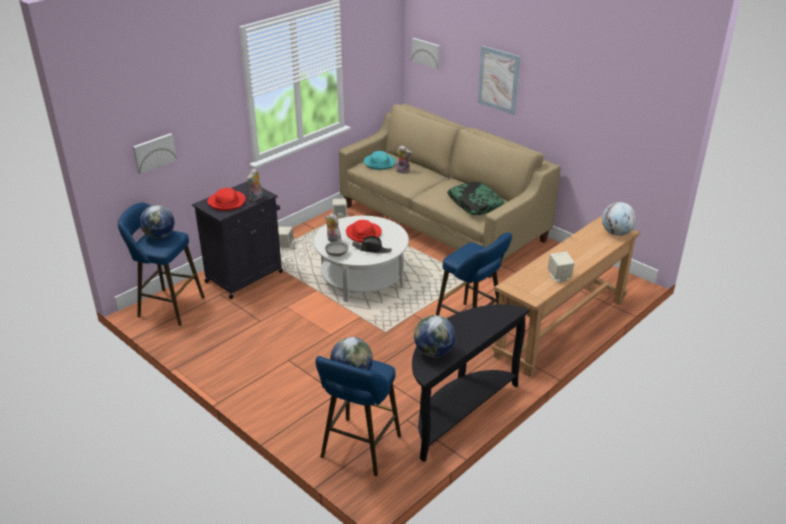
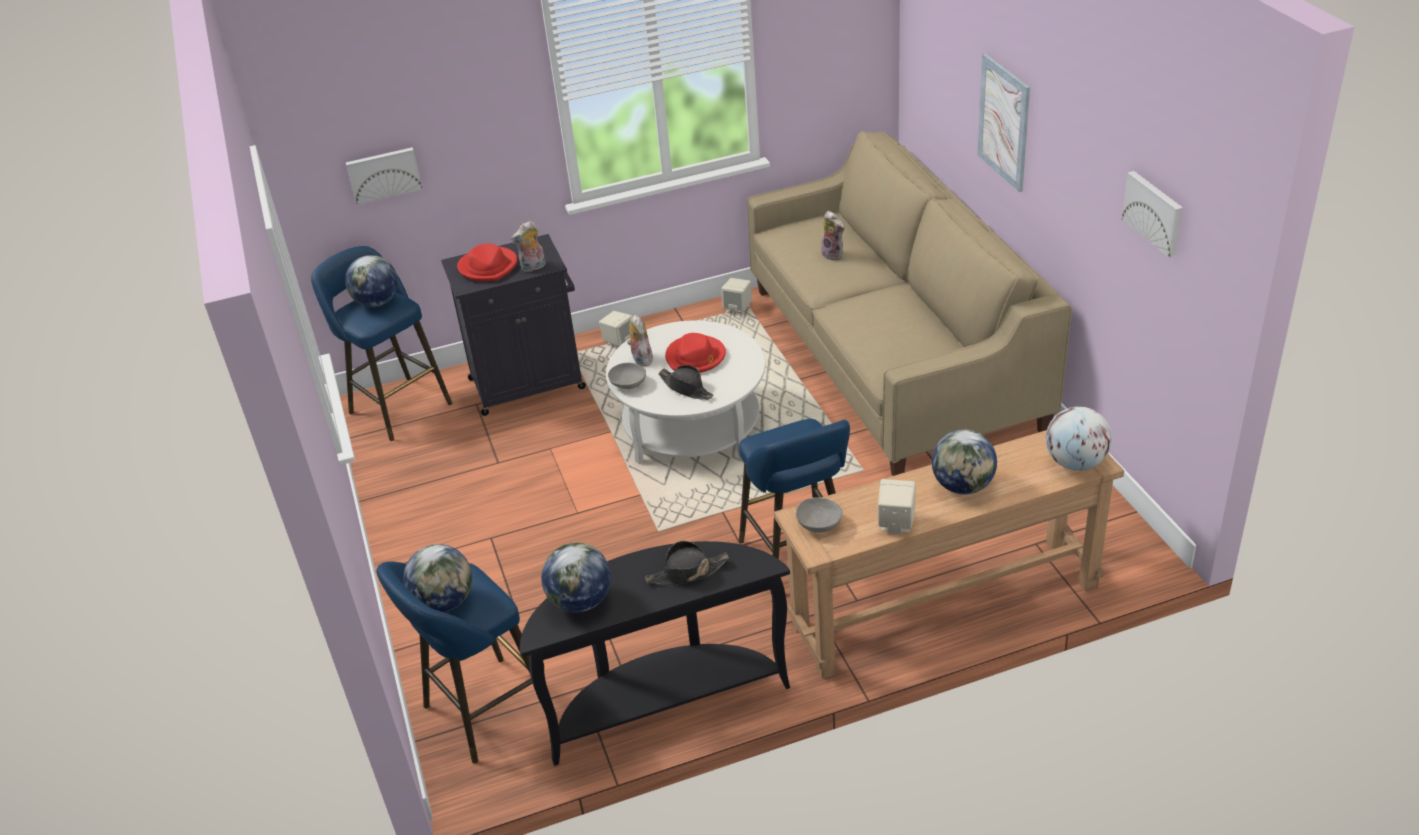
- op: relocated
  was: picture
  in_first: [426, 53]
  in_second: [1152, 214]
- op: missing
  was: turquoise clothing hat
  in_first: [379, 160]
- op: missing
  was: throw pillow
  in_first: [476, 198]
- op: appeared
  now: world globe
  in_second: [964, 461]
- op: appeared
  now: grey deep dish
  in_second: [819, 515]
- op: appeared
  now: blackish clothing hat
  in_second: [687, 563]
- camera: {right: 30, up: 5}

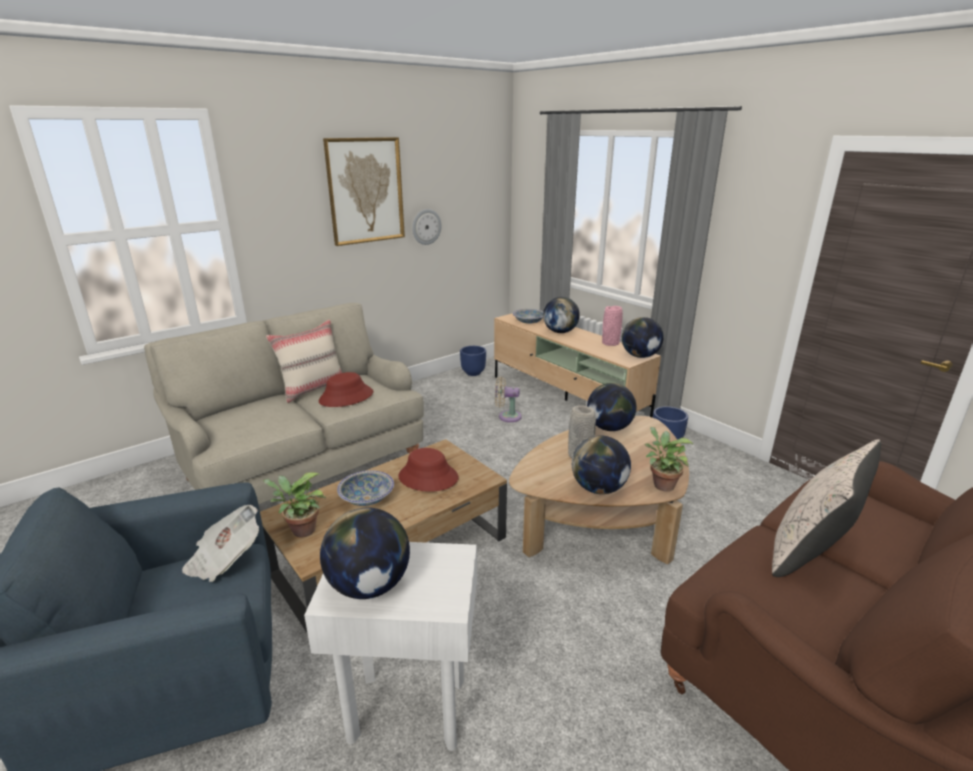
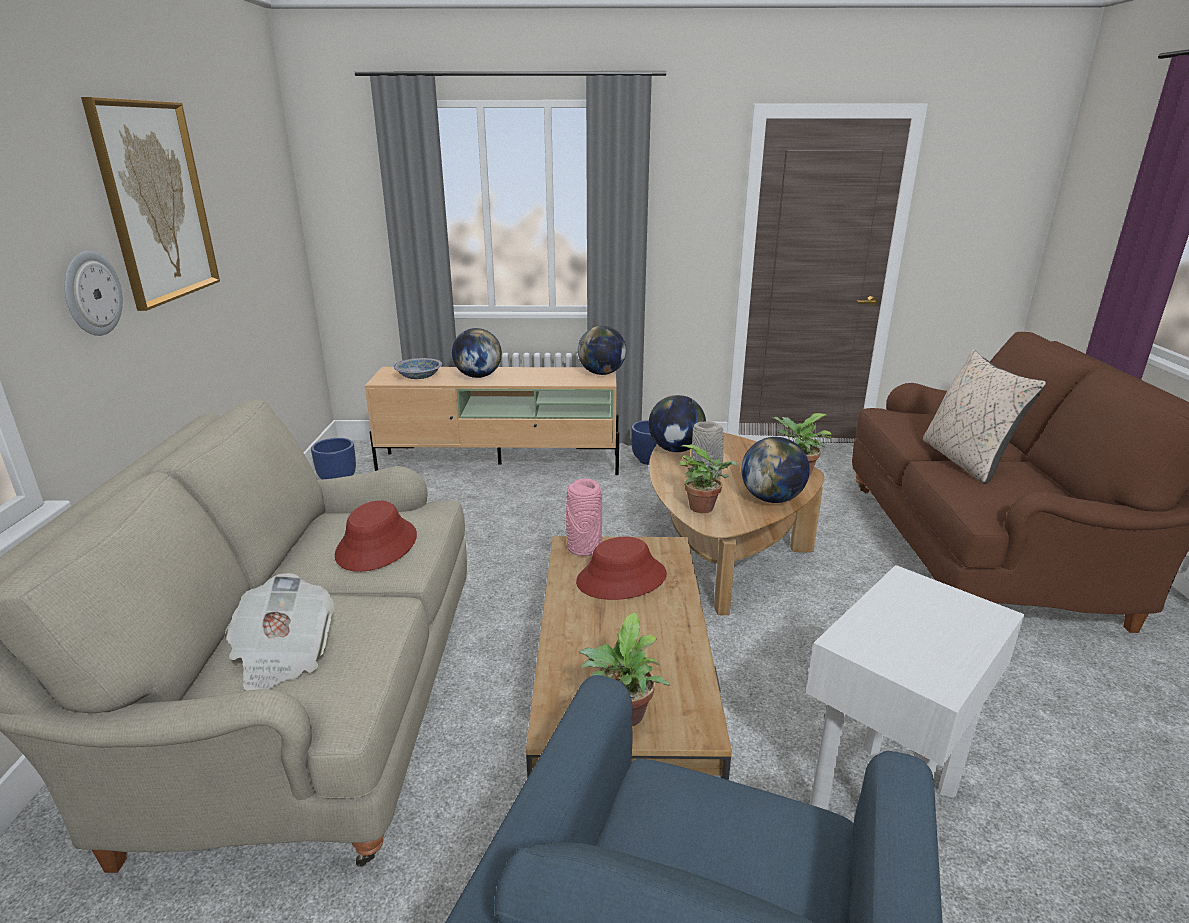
- op: relocated
  was: hanging clock
  in_first: [427, 227]
  in_second: [93, 293]
- op: relocated
  was: pink flower vase
  in_first: [612, 326]
  in_second: [584, 517]
- op: missing
  was: sand-coloured throw pillow
  in_first: [304, 361]
- op: missing
  was: sand-coloured cooling fan
  in_first: [508, 399]
- op: missing
  was: deep dish
  in_first: [365, 488]
- op: relocated
  was: daily paper
  in_first: [220, 543]
  in_second: [280, 632]
- op: missing
  was: world globe
  in_first: [365, 553]
- op: appeared
  now: potted plant
  in_second: [708, 478]
- camera: {right: -50, up: 0}

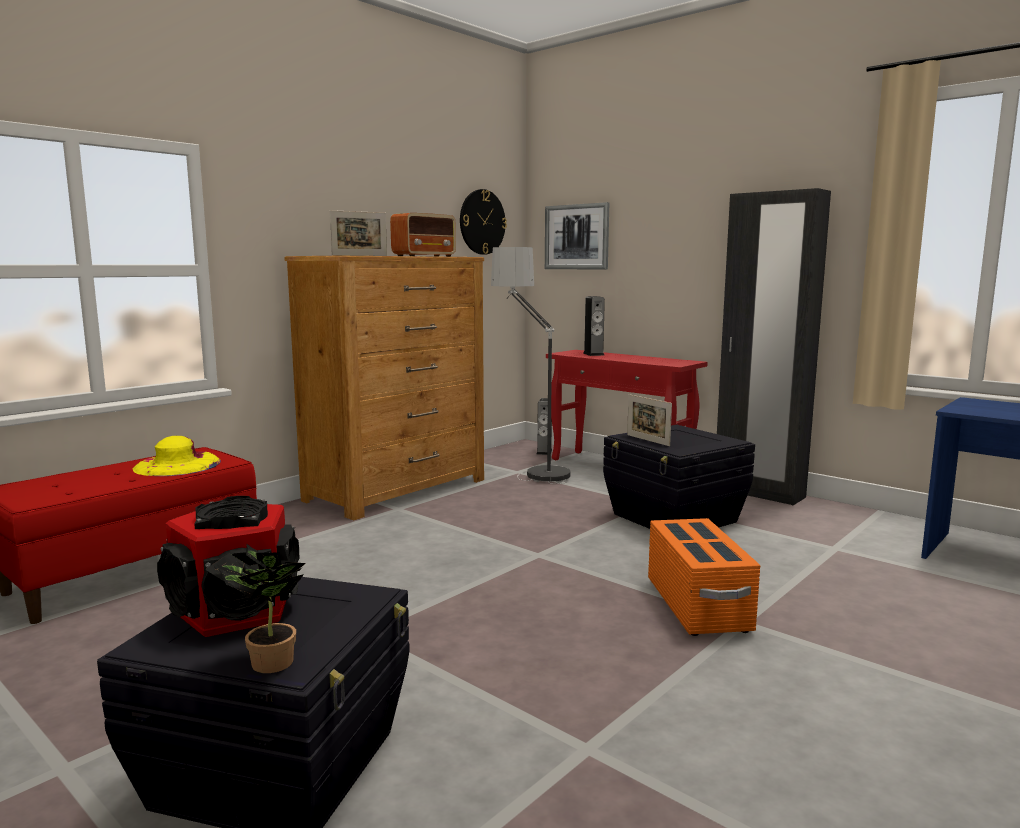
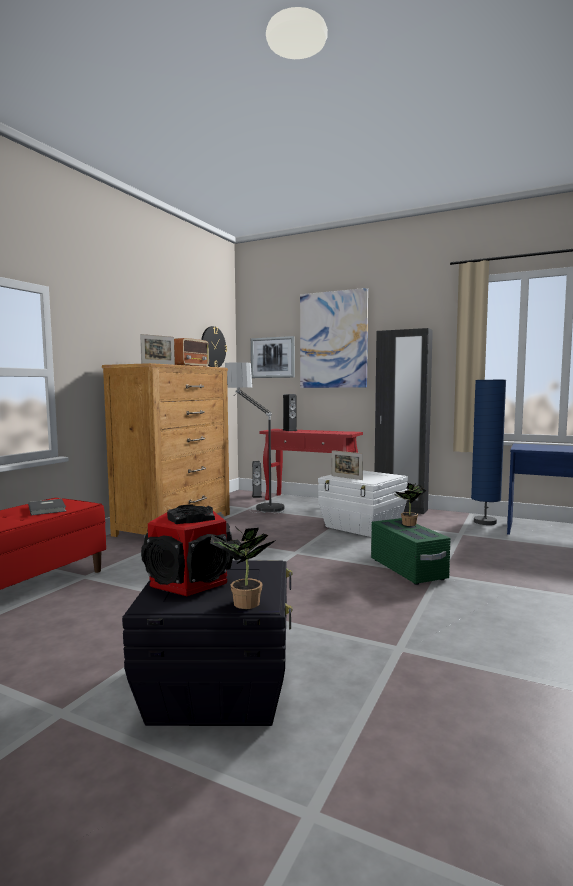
- op: colour
  was: blackish storage bin
  now: whitish storage bin
  in_first: [679, 477]
  in_second: [363, 504]
- op: exchanged
  was: yellow-coloured clothing hat
  now: grey book
  in_first: [176, 456]
  in_second: [47, 507]
- op: colour
  was: orangey storage bin
  now: green storage bin
  in_first: [704, 577]
  in_second: [411, 551]
- op: appeared
  now: picture
  in_second: [334, 338]
- op: appeared
  now: bluish standard lamp
  in_second: [488, 452]
- op: appeared
  now: potted plant
  in_second: [410, 504]
- camera: {right: -15, up: -5}

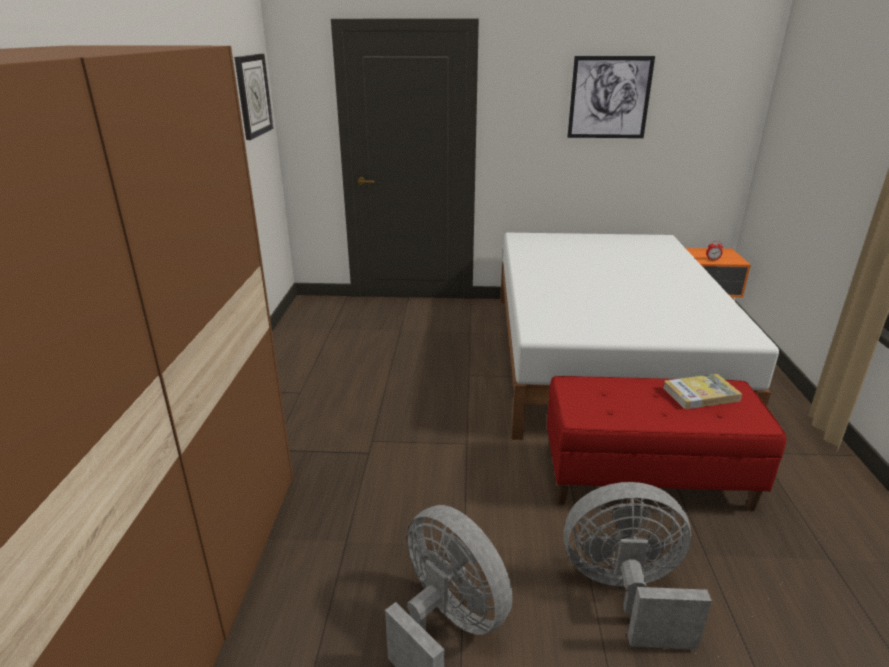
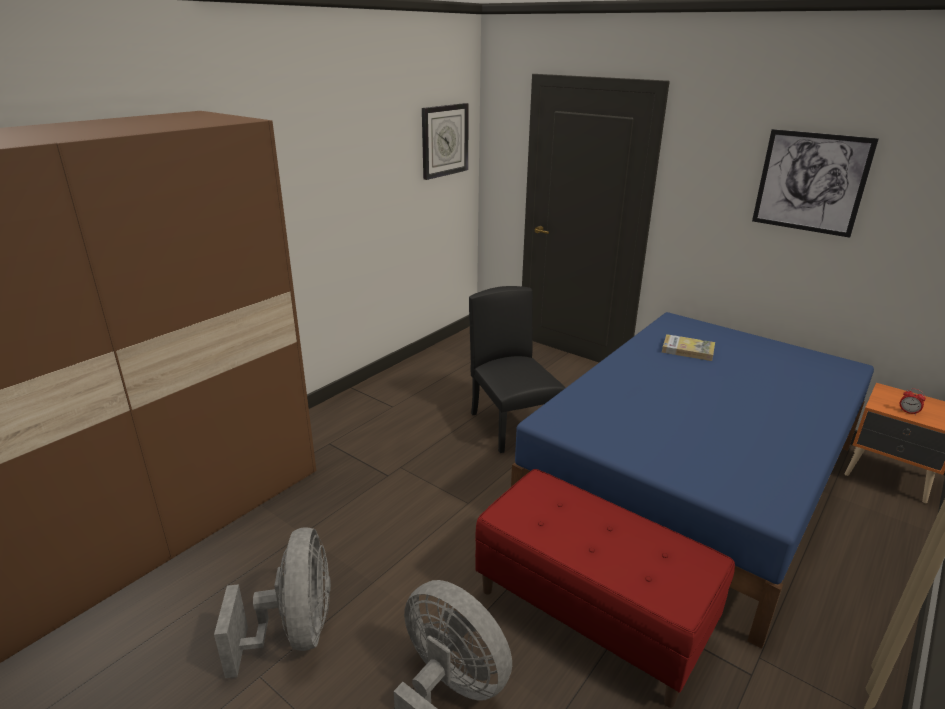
- op: colour
  was: whitish bedroom bed
  now: bluish bedroom bed
  in_first: [639, 336]
  in_second: [692, 480]
- op: relocated
  was: book
  in_first: [702, 391]
  in_second: [688, 347]
- op: appeared
  now: blackish chair
  in_second: [517, 369]
- camera: {right: 35, up: 0}

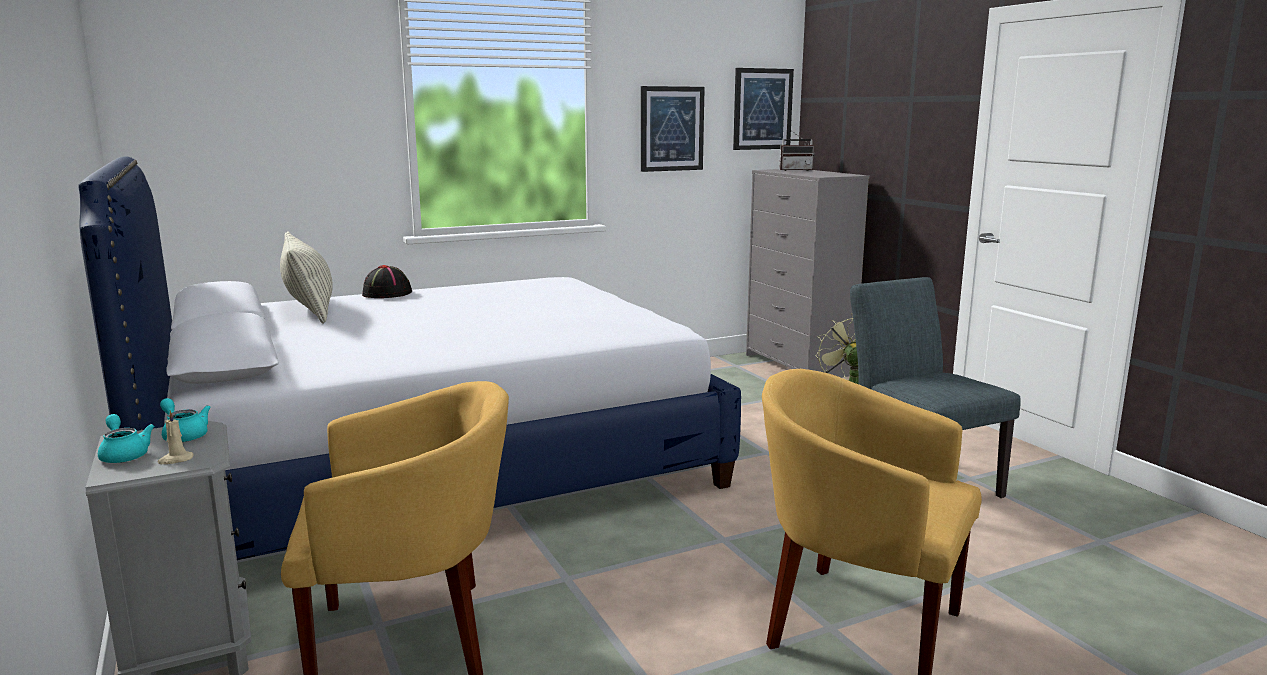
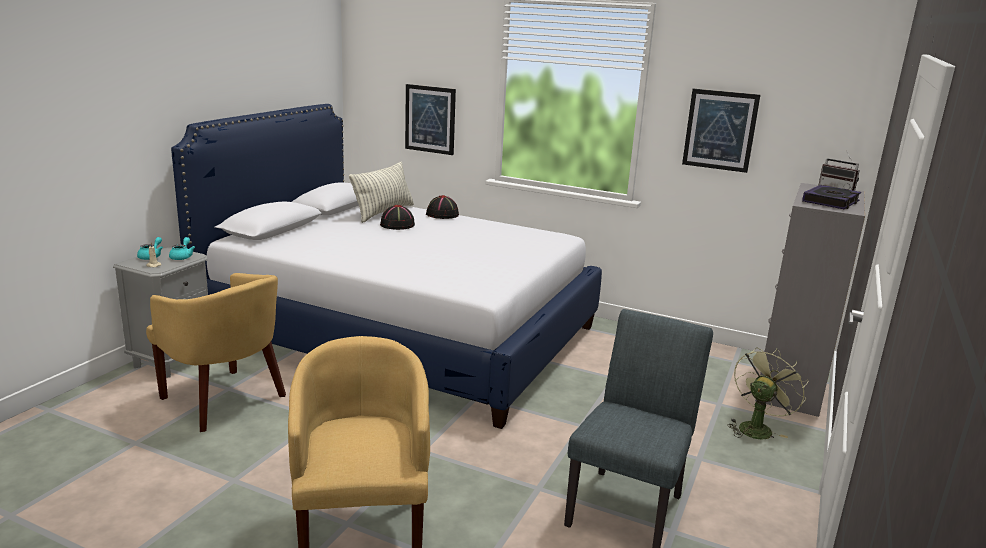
- op: relocated
  was: picture
  in_first: [763, 109]
  in_second: [430, 119]
- op: appeared
  now: book
  in_second: [831, 197]
- op: appeared
  now: blackish clothing hat
  in_second: [397, 217]
- camera: {right: 50, up: 5}

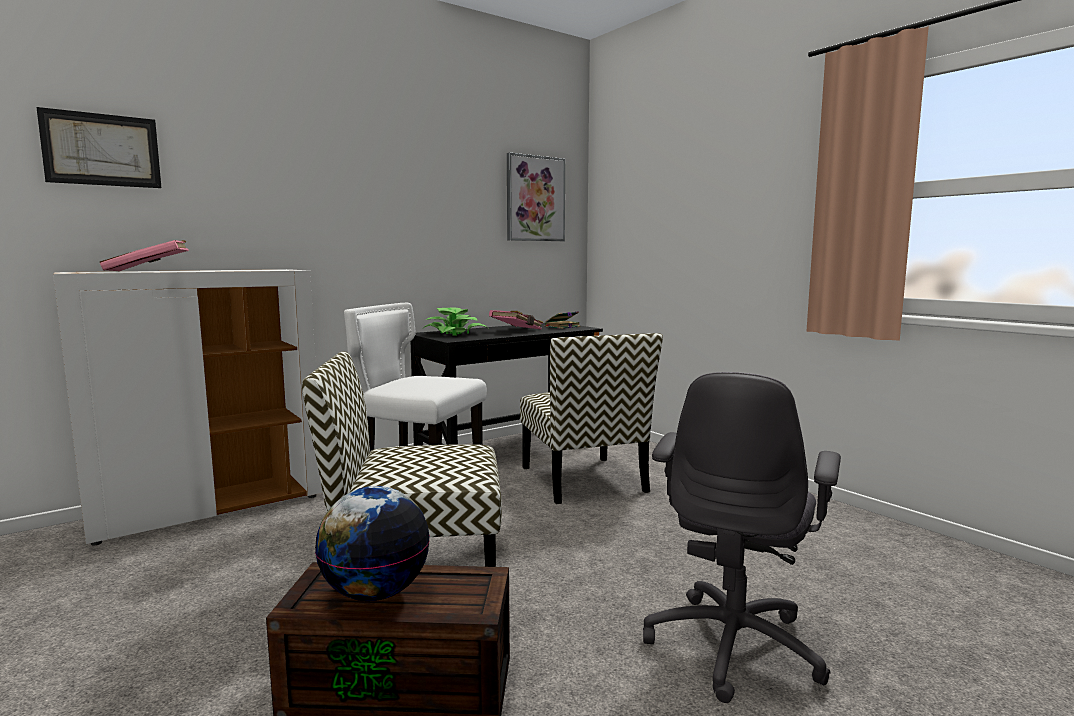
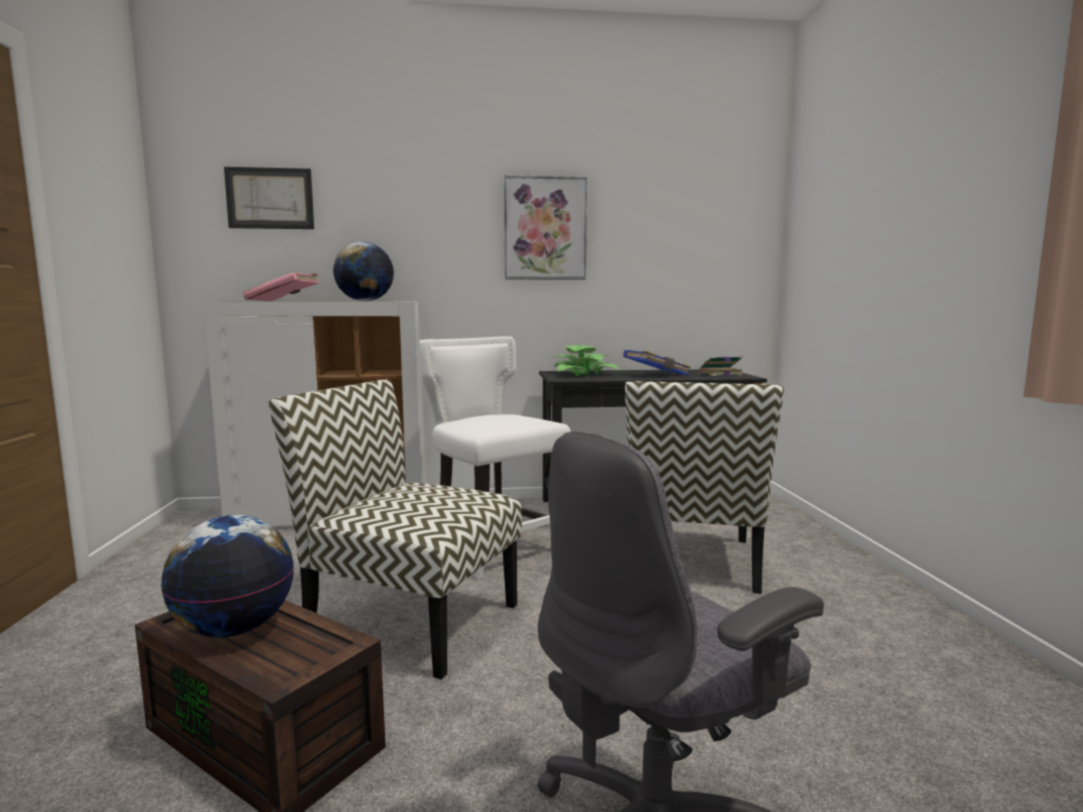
- op: relocated
  was: picture
  in_first: [536, 197]
  in_second: [545, 227]
- op: colour
  was: pink book
  now: bluish book
  in_first: [516, 319]
  in_second: [657, 362]
- op: appeared
  now: world globe
  in_second: [363, 271]
- camera: {right: 30, up: 0}

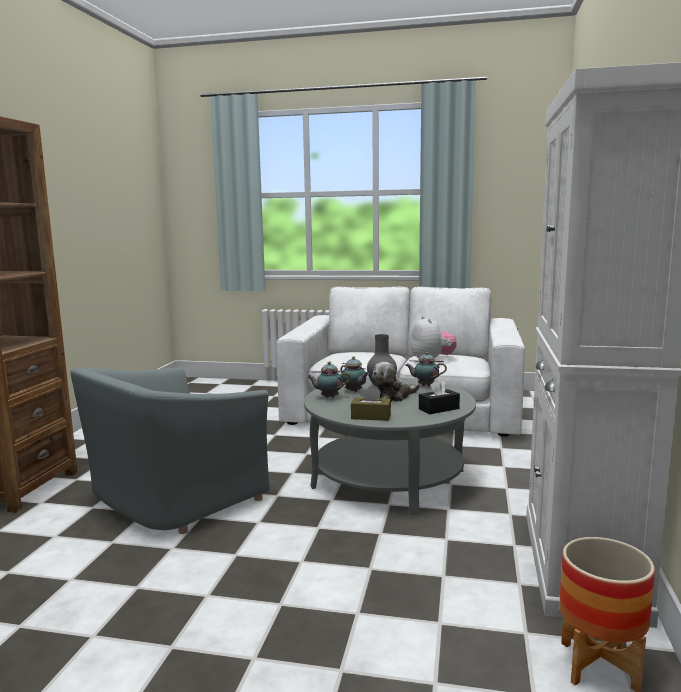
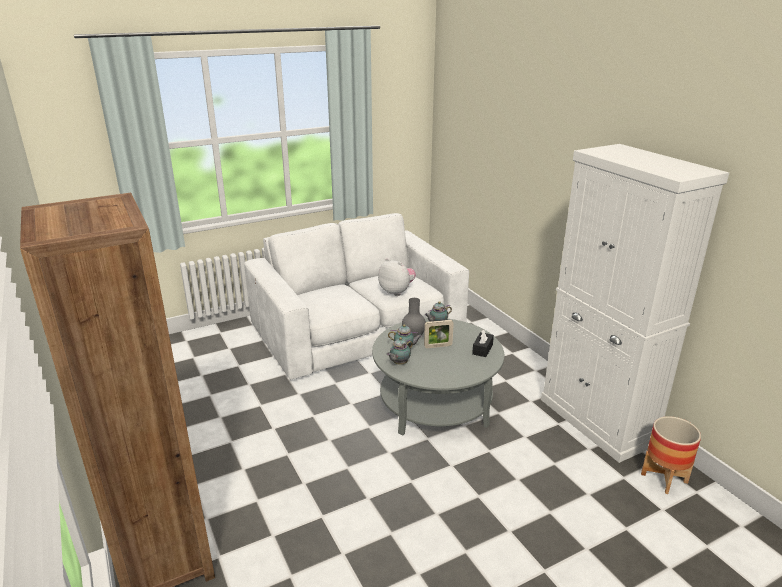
- op: exchanged
  was: plush toy
  now: standing frame
  in_first: [395, 381]
  in_second: [439, 334]
- op: missing
  was: grey lounge chair
  in_first: [170, 450]
- op: missing
  was: brownish box of tissues
  in_first: [371, 403]
- camera: {right: -40, up: 15}

